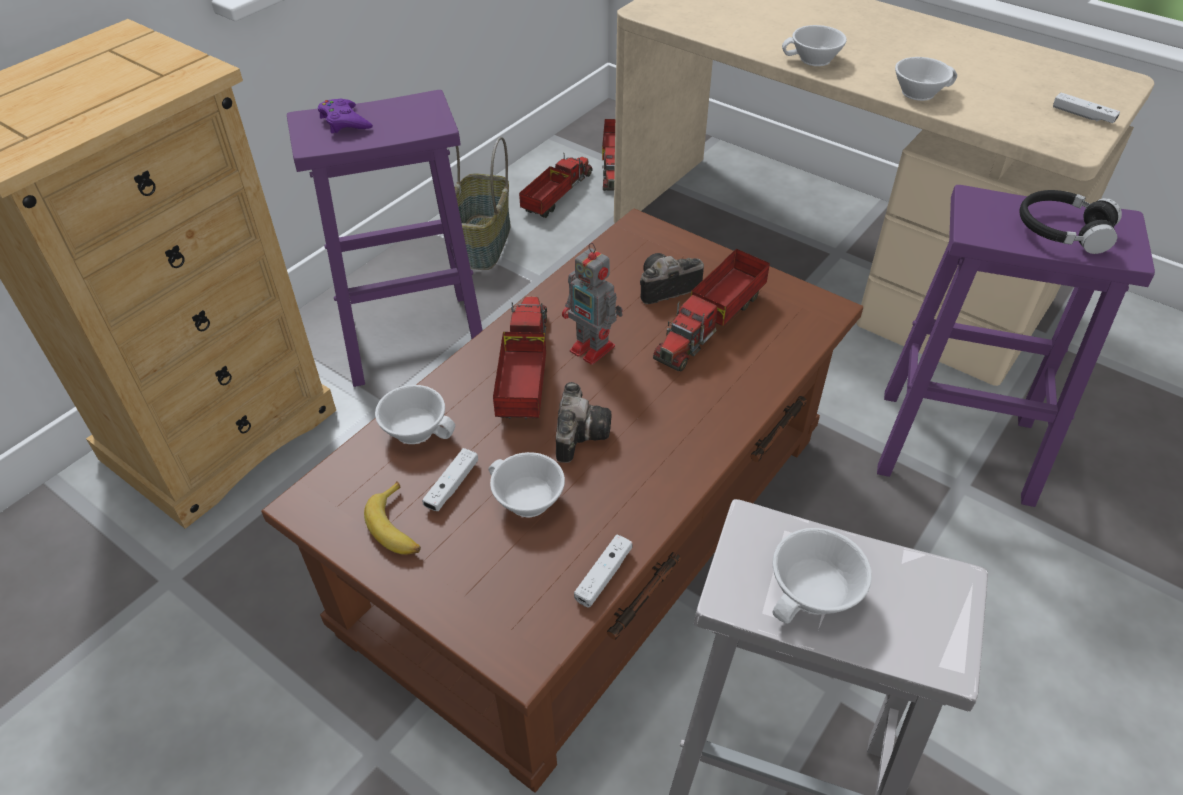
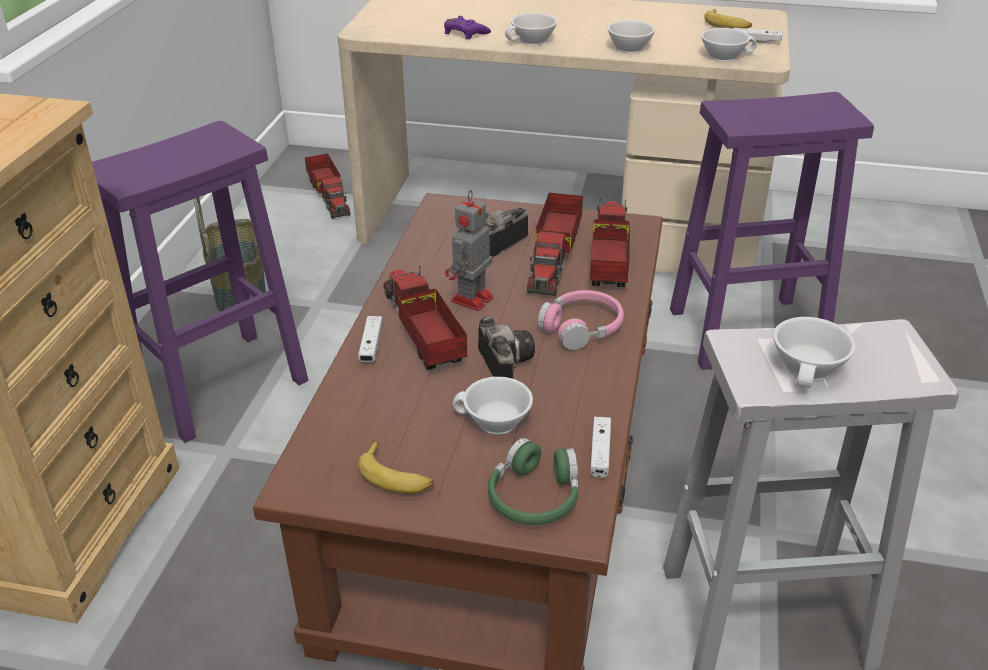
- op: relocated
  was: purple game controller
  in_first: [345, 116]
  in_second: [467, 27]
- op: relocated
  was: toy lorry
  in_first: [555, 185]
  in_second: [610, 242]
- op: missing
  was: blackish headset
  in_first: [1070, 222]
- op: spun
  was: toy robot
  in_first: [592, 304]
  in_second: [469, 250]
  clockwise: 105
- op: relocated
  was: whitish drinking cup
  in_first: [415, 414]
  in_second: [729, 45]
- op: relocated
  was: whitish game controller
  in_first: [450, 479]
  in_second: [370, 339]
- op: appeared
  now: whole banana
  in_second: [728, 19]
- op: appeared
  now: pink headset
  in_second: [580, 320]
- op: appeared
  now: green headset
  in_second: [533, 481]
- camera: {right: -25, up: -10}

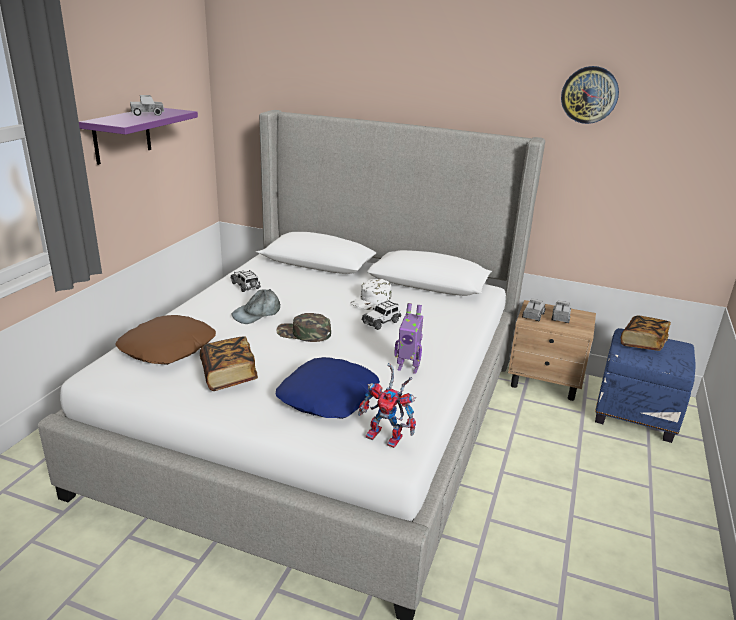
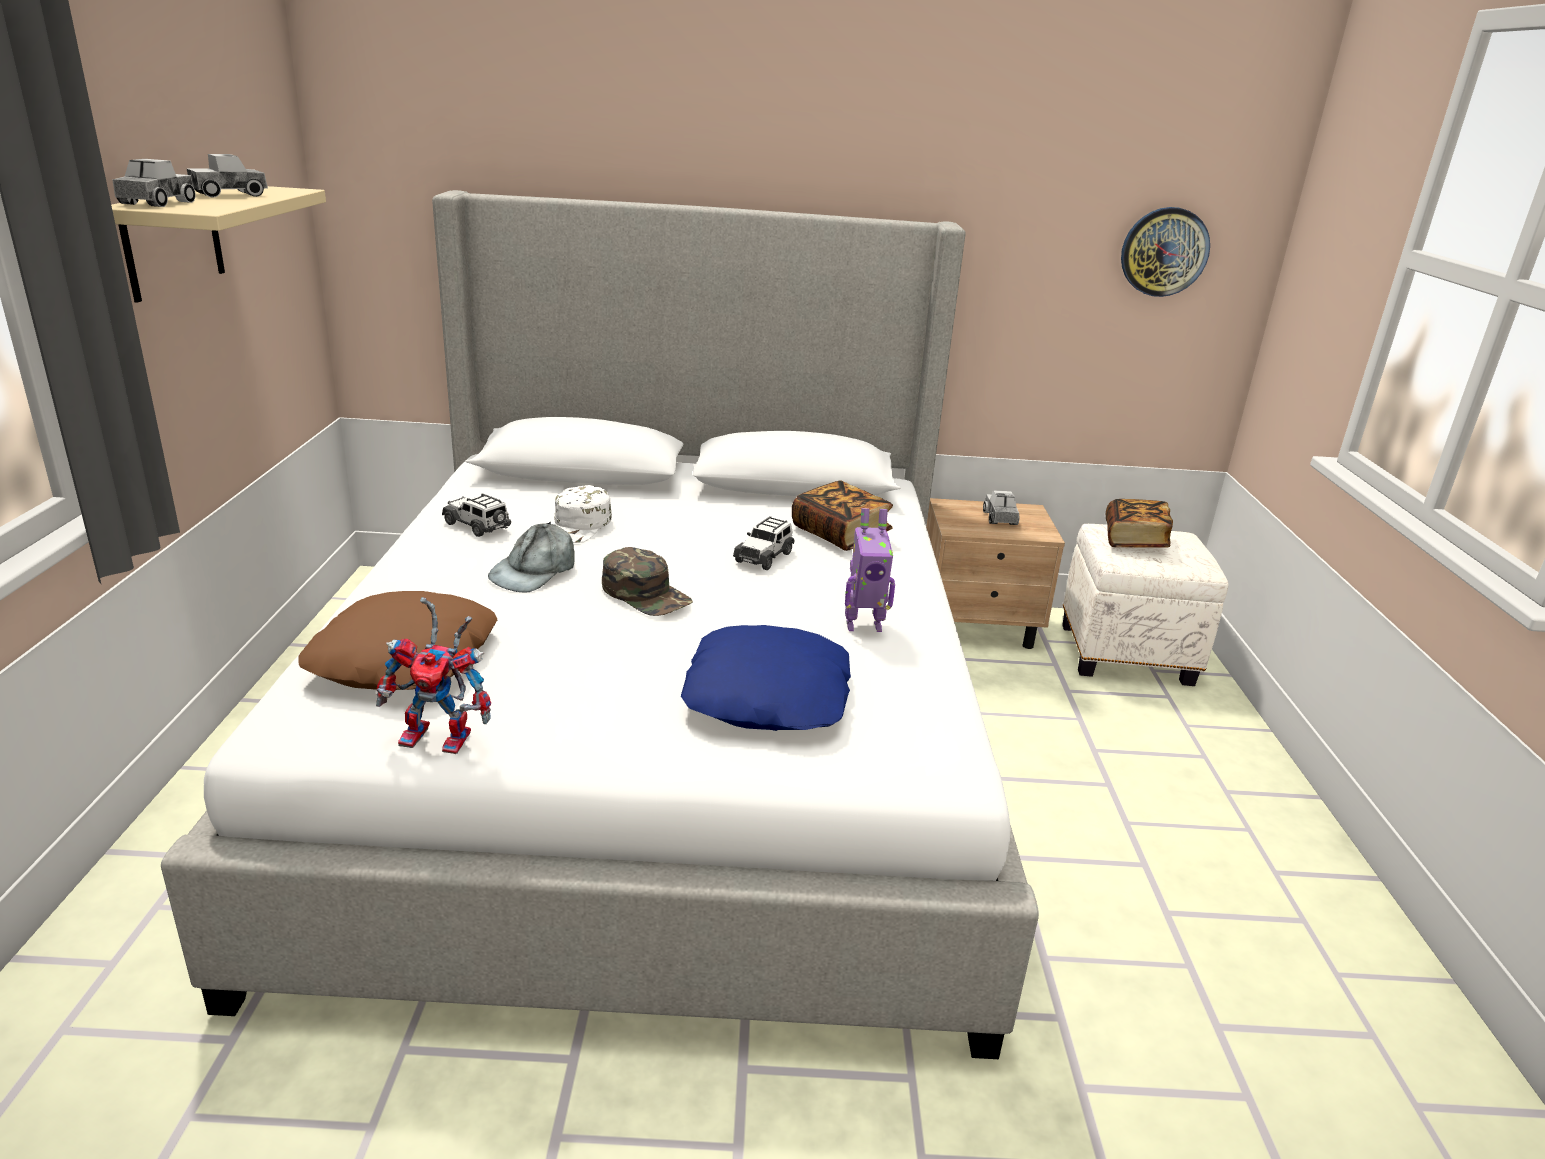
- op: relocated
  was: hanging clock
  in_first: [590, 95]
  in_second: [1165, 252]
- op: colour
  was: purple wall shelf
  now: sand-coloured wall shelf
  in_first: [138, 136]
  in_second: [218, 244]
- op: relocated
  was: whitish peaked cap
  in_first: [371, 294]
  in_second: [581, 514]
- op: relocated
  was: toy lorry
  in_first: [534, 309]
  in_second: [154, 183]
- op: spun
  was: green peaked cap
  in_first: [304, 327]
  in_second: [647, 581]
  clockwise: -135
- op: colour
  was: bluish ottoman
  now: whitish ottoman
  in_first: [645, 385]
  in_second: [1145, 605]
- op: relocated
  was: book
  in_first: [229, 363]
  in_second: [842, 515]
- op: relocated
  was: toy robot
  in_first: [387, 405]
  in_second: [433, 675]
- camera: {right: -20, up: 0}

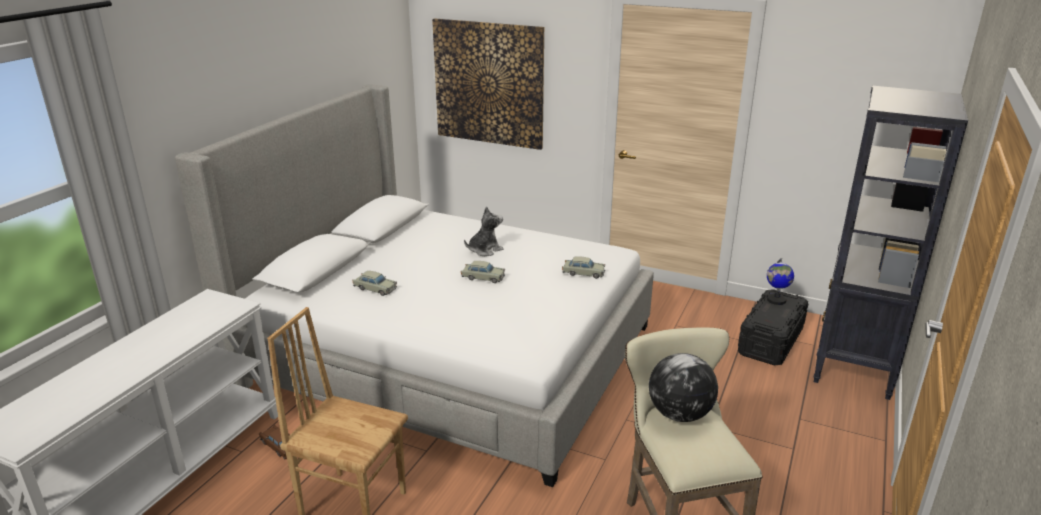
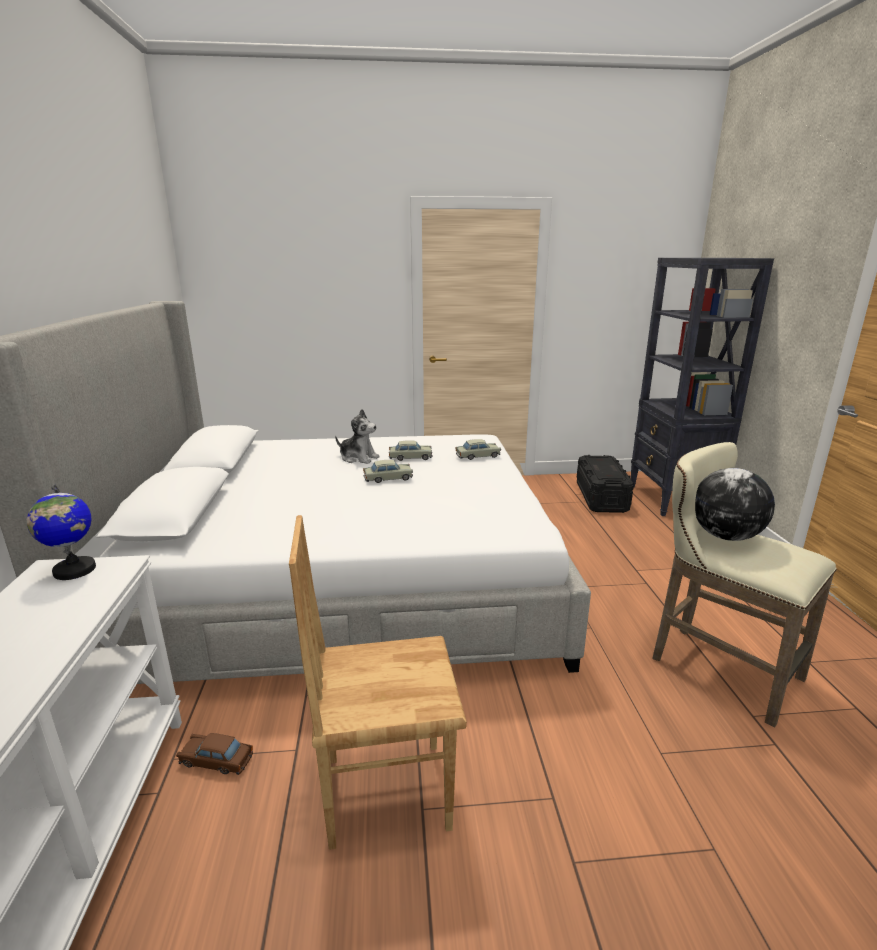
- op: missing
  was: picture
  in_first: [488, 84]
- op: spun
  was: plush toy
  in_first: [484, 231]
  in_second: [357, 436]
  clockwise: 90
- op: relocated
  was: world globe
  in_first: [780, 281]
  in_second: [61, 532]
- op: relocated
  was: sand-coloured model car
  in_first: [374, 283]
  in_second: [411, 450]
- camera: {right: -30, up: -5}

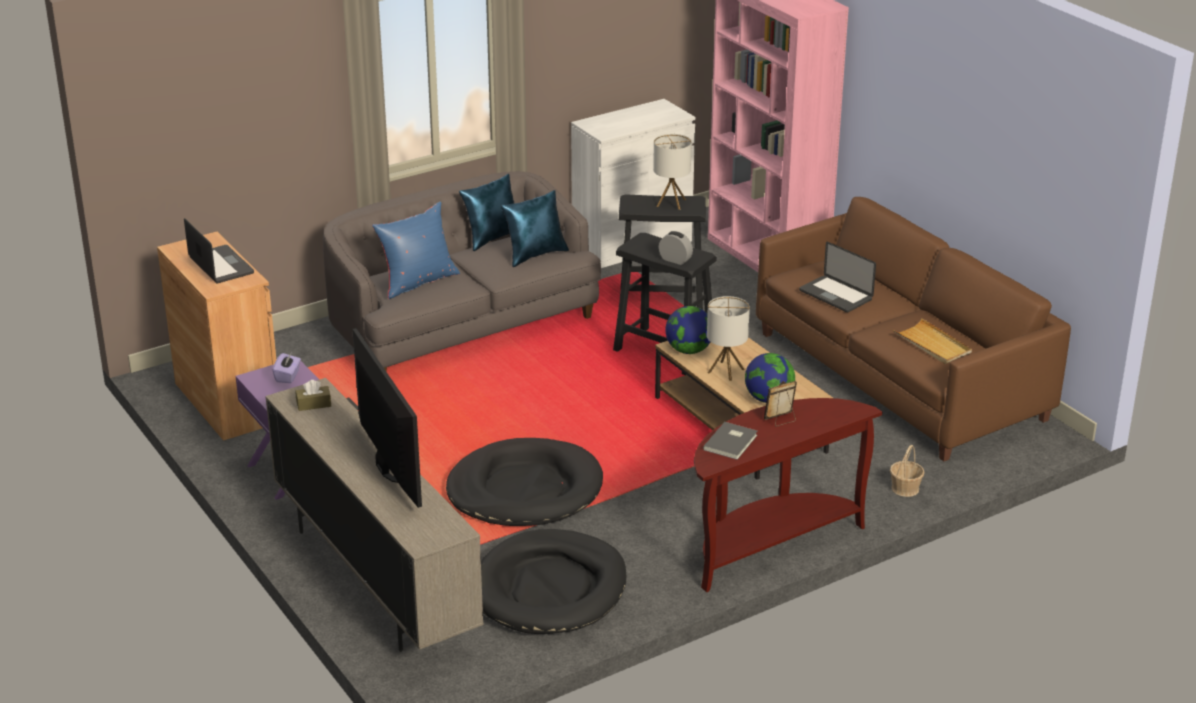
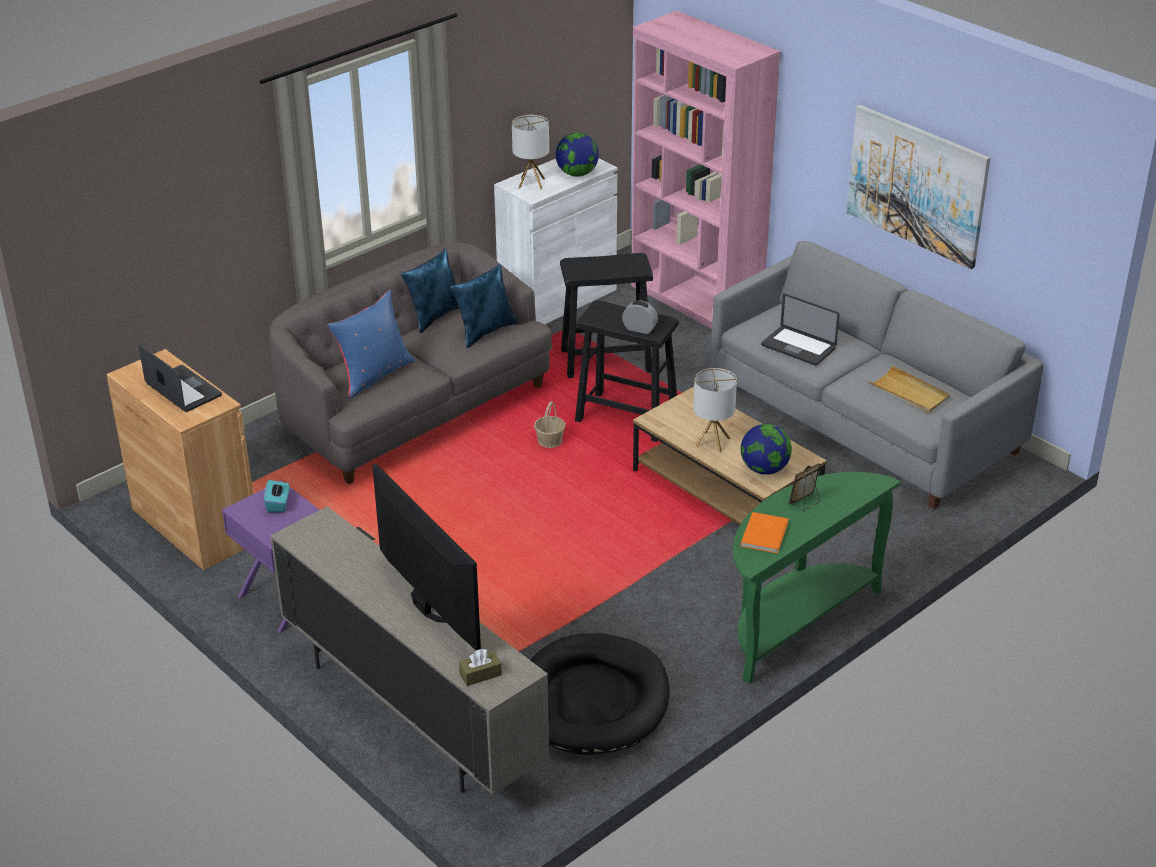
- op: relocated
  was: lamp for a table
  in_first: [672, 172]
  in_second: [530, 152]
- op: colour
  was: brownish settee
  now: grey settee
  in_first: [913, 329]
  in_second: [876, 375]
- op: relocated
  was: world globe
  in_first: [687, 330]
  in_second: [577, 155]
- op: colour
  was: purple box of tissues
  now: turquoise box of tissues
  in_first: [286, 367]
  in_second: [276, 496]
- op: relocated
  was: brownish box of tissues
  in_first: [313, 395]
  in_second: [480, 667]
- op: colour
  was: brownish hall table
  now: green hall table
  in_first: [788, 495]
  in_second: [817, 578]
- op: colour
  was: grey book
  now: orangey book
  in_first: [730, 441]
  in_second: [764, 533]
- op: missing
  was: blackish pet bed
  in_first: [524, 482]
- op: relocated
  was: basket
  in_first: [907, 471]
  in_second: [550, 424]
- op: appeared
  now: picture
  in_second: [918, 187]
- camera: {right: -10, up: 5}

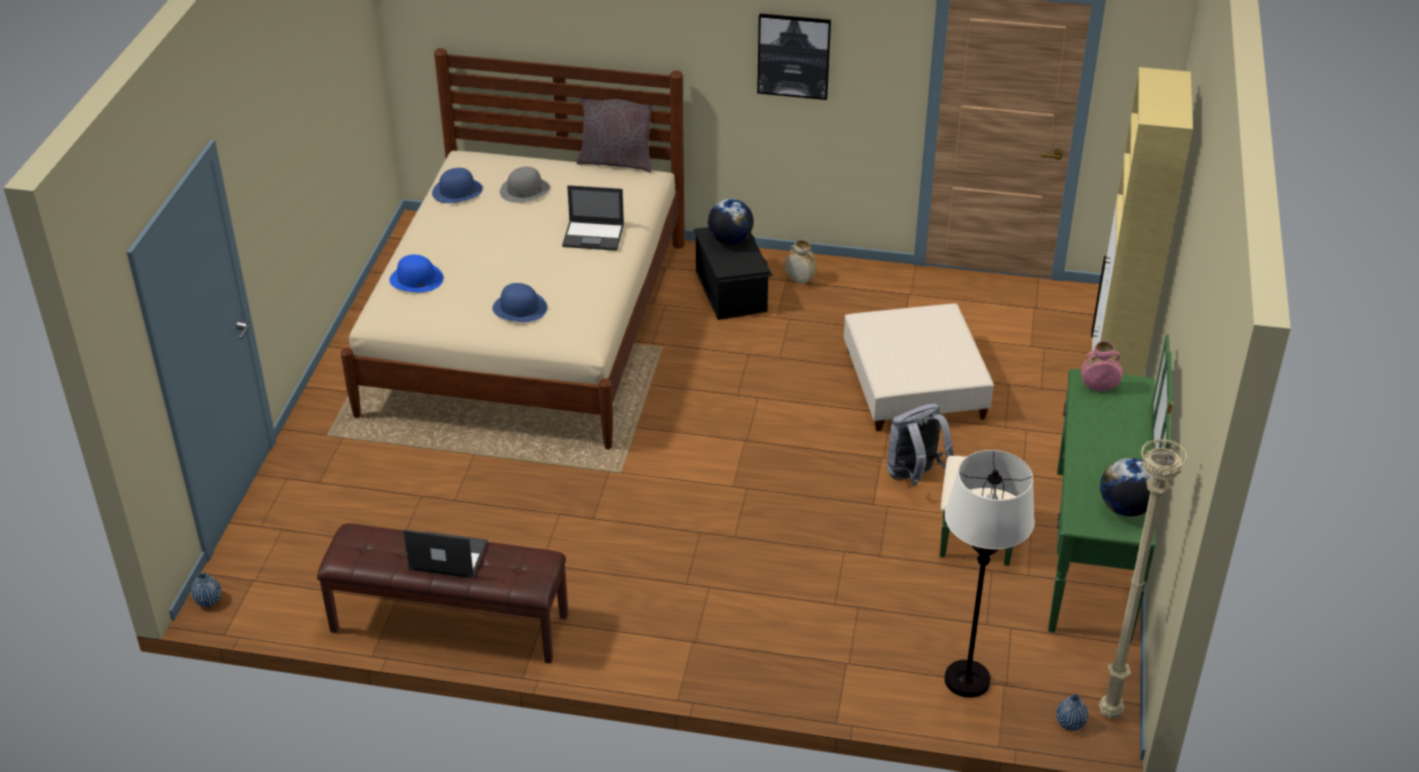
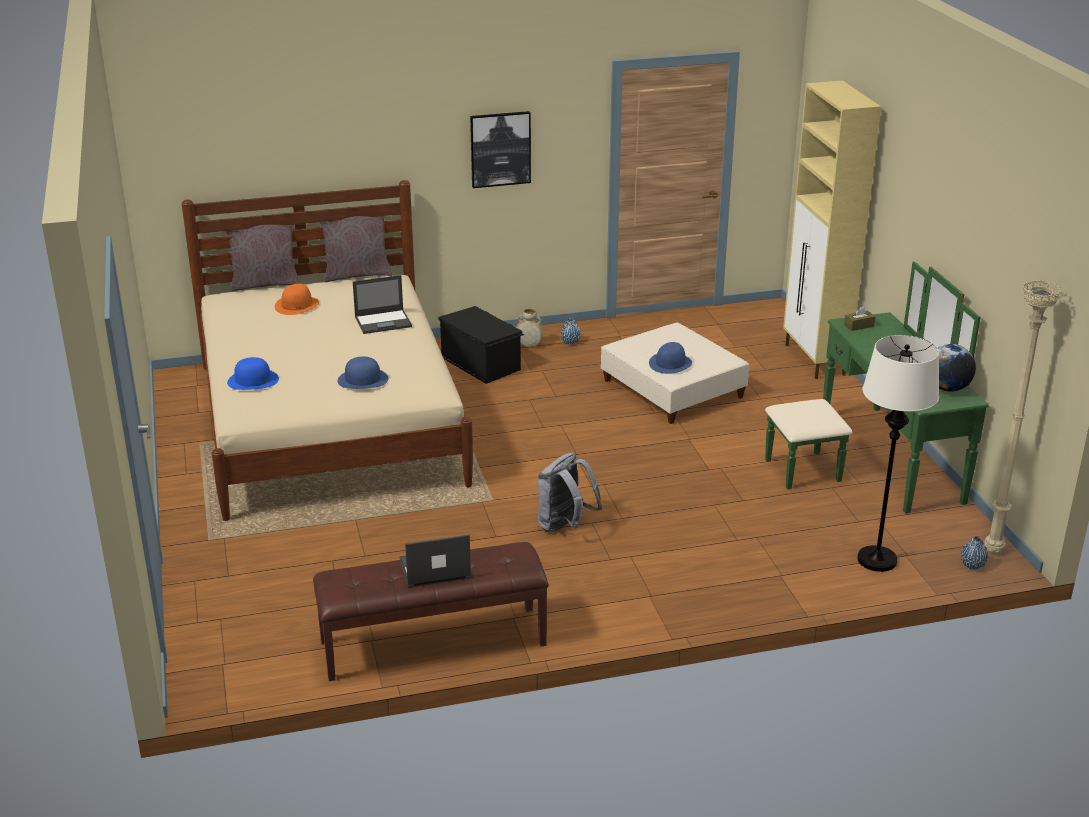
- op: colour
  was: grey clothing hat
  now: orangey clothing hat
  in_first: [525, 185]
  in_second: [297, 299]
- op: relocated
  was: bluish clothing hat
  in_first: [457, 185]
  in_second: [670, 358]
- op: missing
  was: world globe
  in_first: [730, 222]
- op: exchanged
  was: pink flower vase
  now: brownish box of tissues
  in_first: [1101, 366]
  in_second: [860, 318]
- op: relocated
  was: grey knapsack
  in_first: [920, 444]
  in_second: [570, 493]
- op: relocated
  was: bluish flower vase
  in_first: [206, 589]
  in_second: [571, 331]
- op: appeared
  now: grey throw pillow
  in_second: [263, 258]
- camera: {right: -25, up: -10}

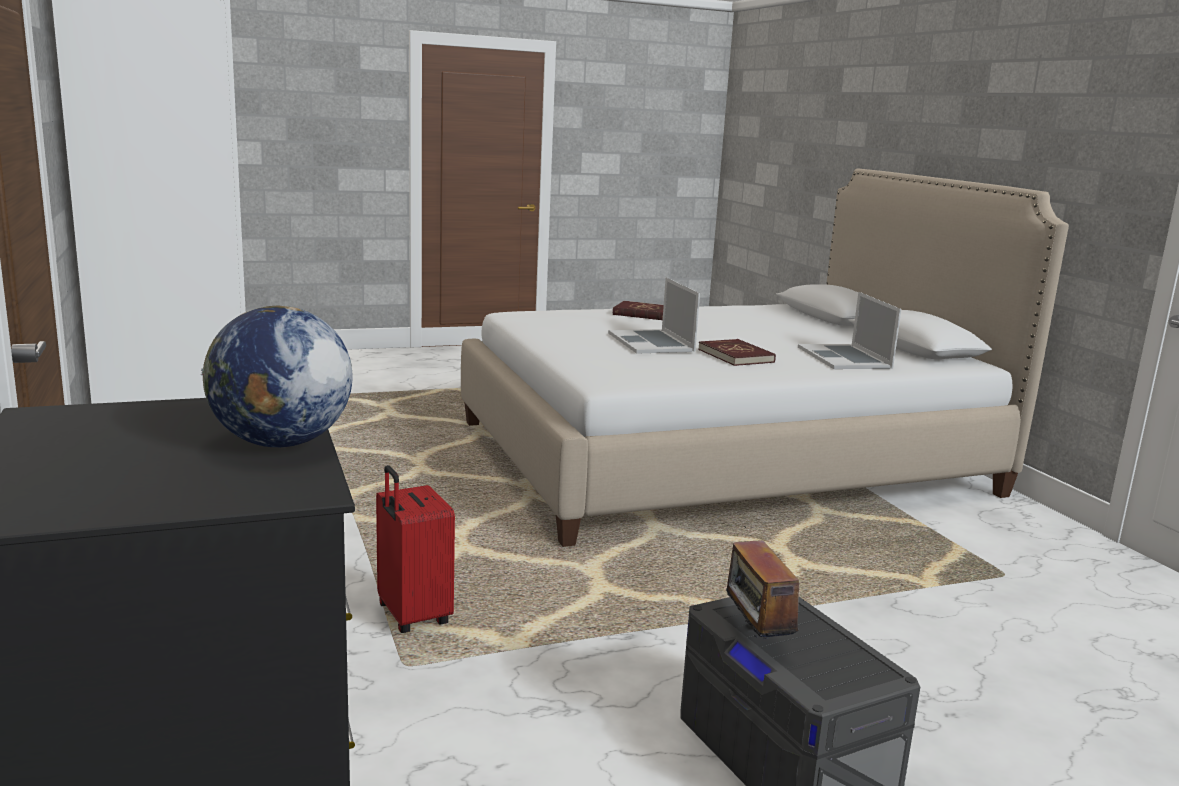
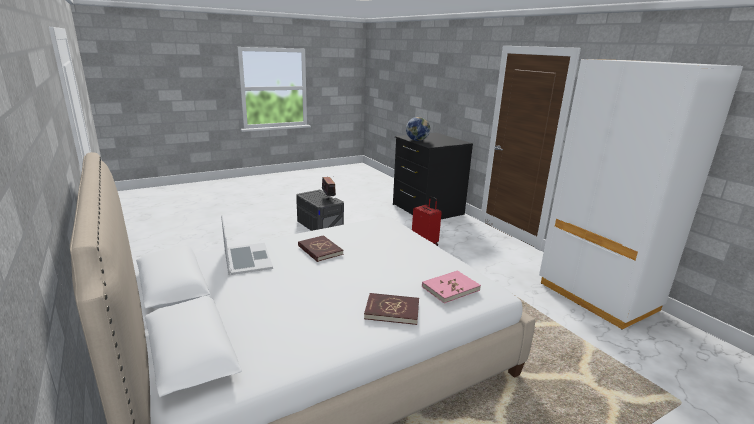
- op: missing
  was: notebook computer
  in_first: [654, 315]
- op: appeared
  now: pink book
  in_second: [451, 287]
- camera: {right: 170, up: 5}

